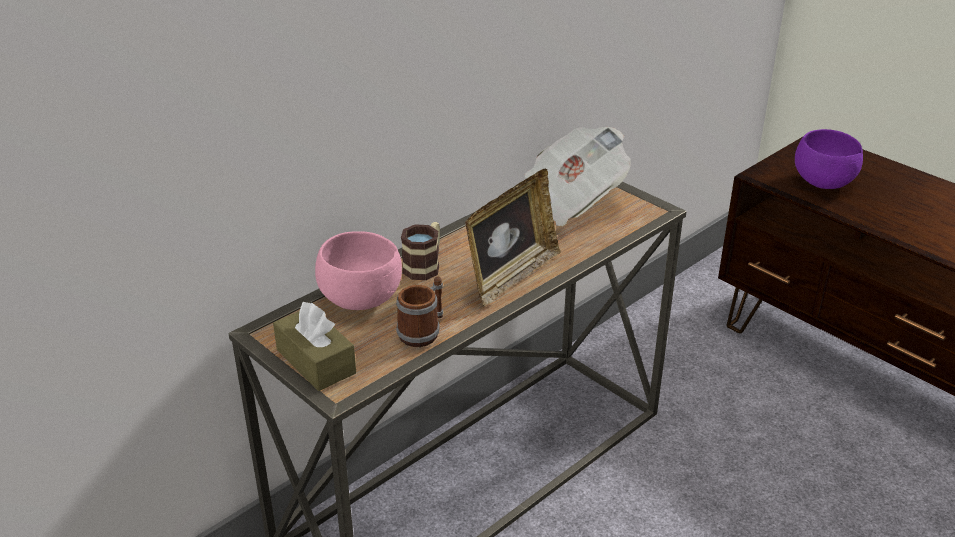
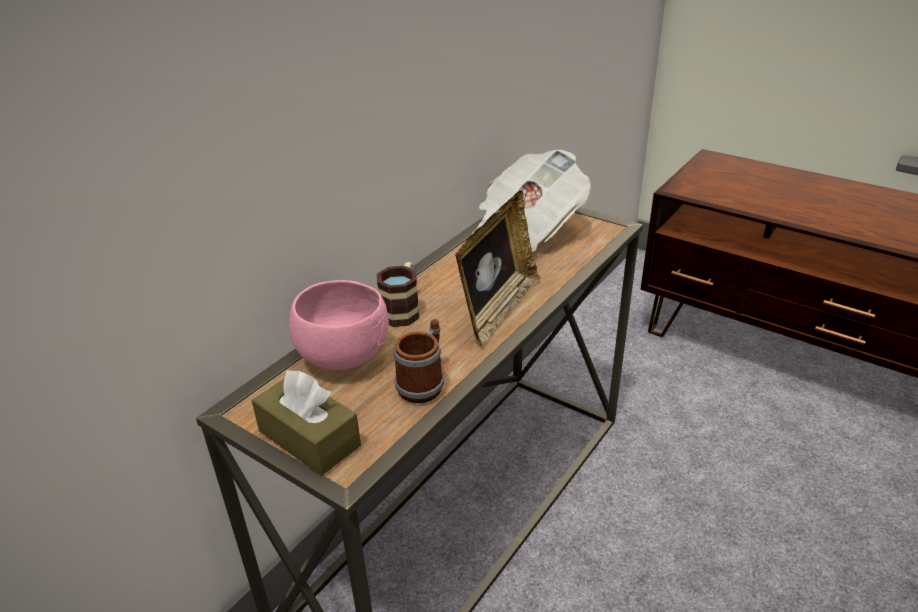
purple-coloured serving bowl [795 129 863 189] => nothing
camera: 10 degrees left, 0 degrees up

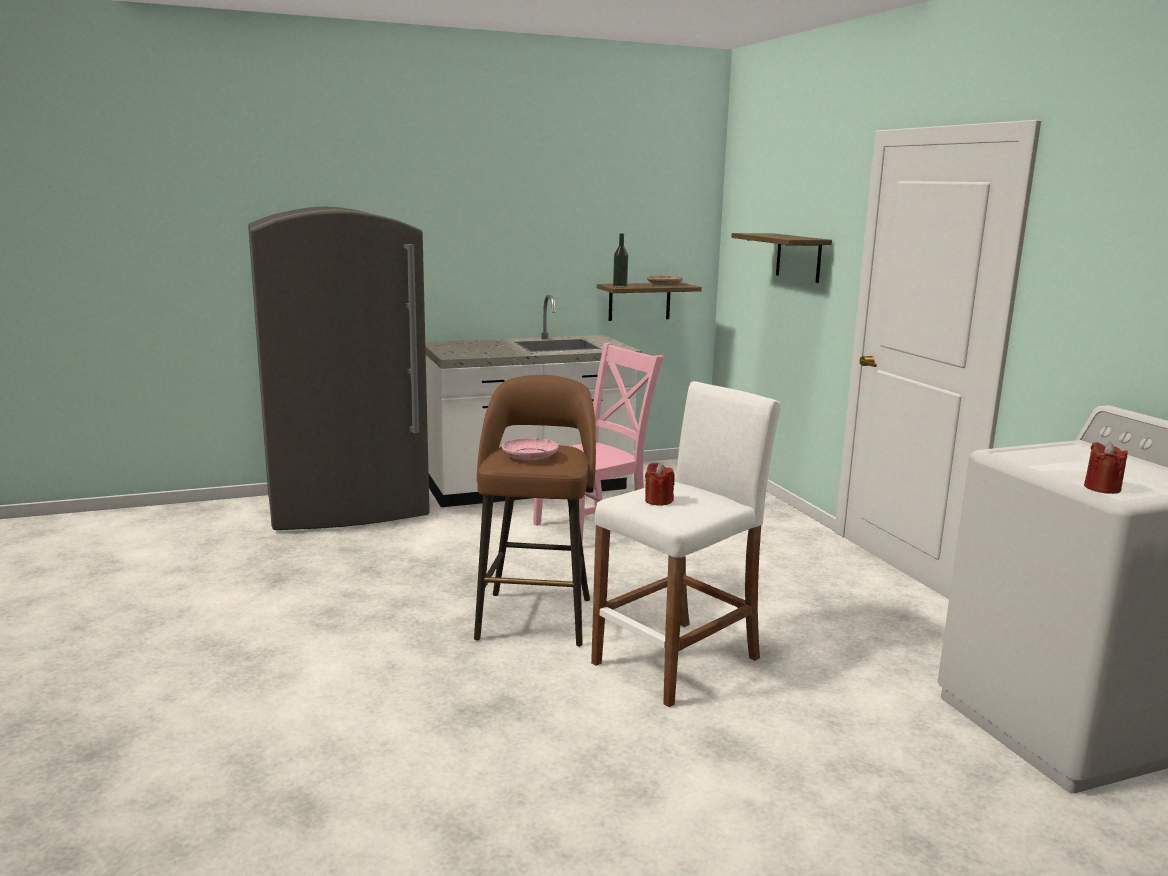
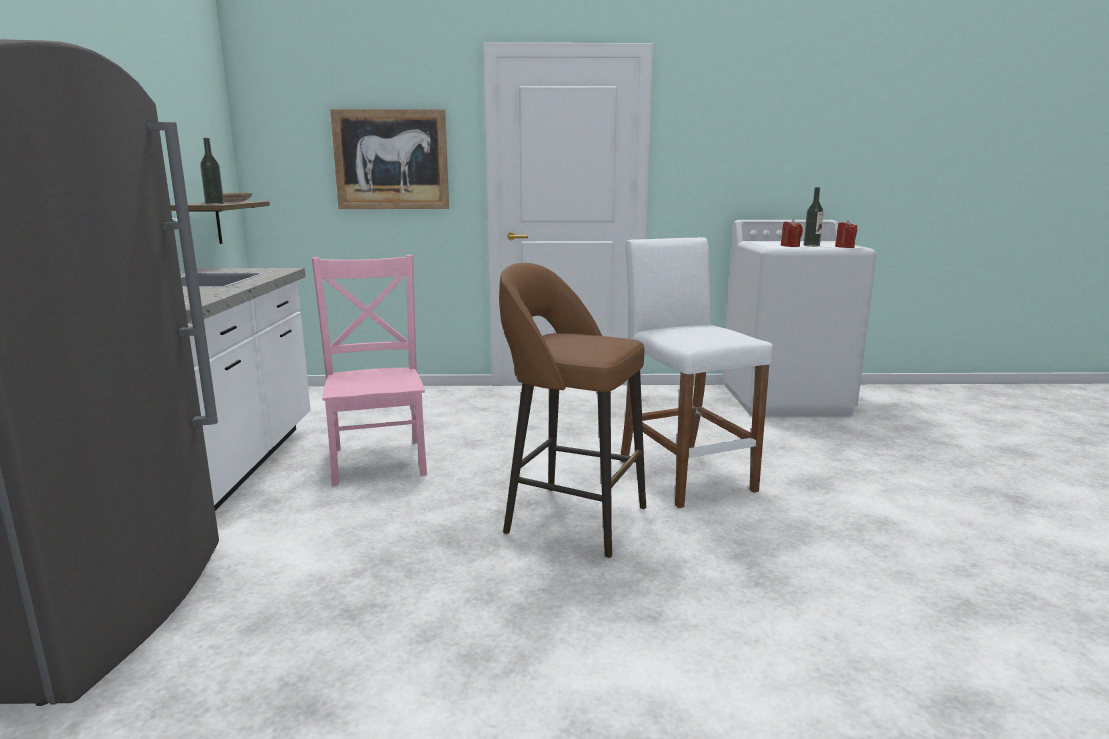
shelf [731 233 832 283] => picture [330 109 449 209]
red candle [645 463 675 506] => red candle [781 220 803 247], move
nothing => drink bottle [804 187 823 247]
pink-coloured plate [502 438 559 460] => nothing
camera: 70 degrees left, 0 degrees up

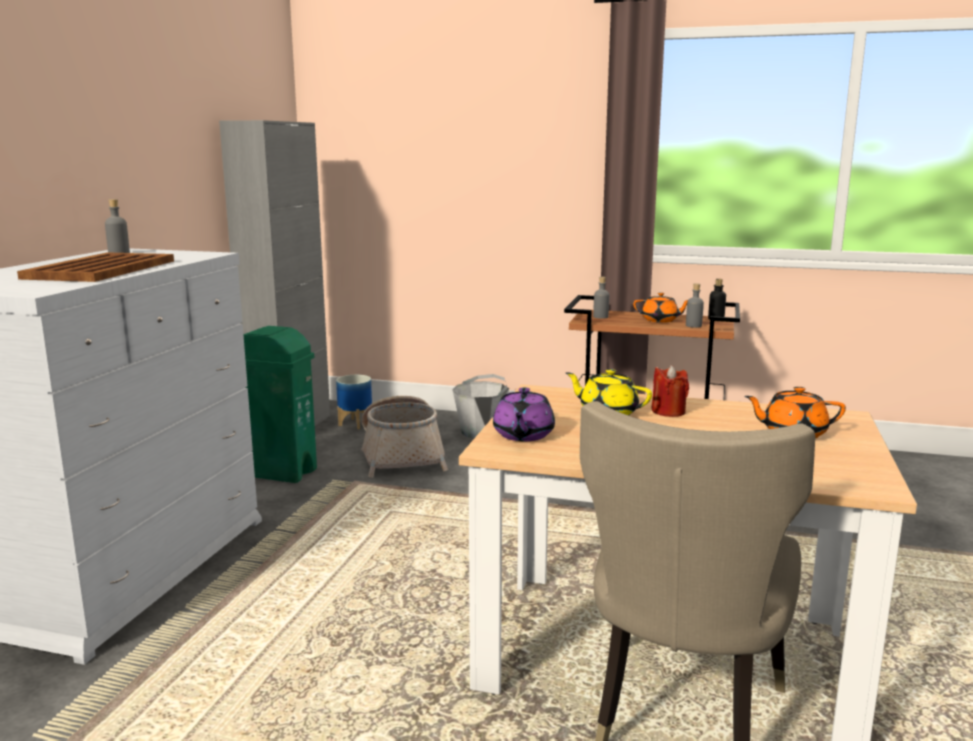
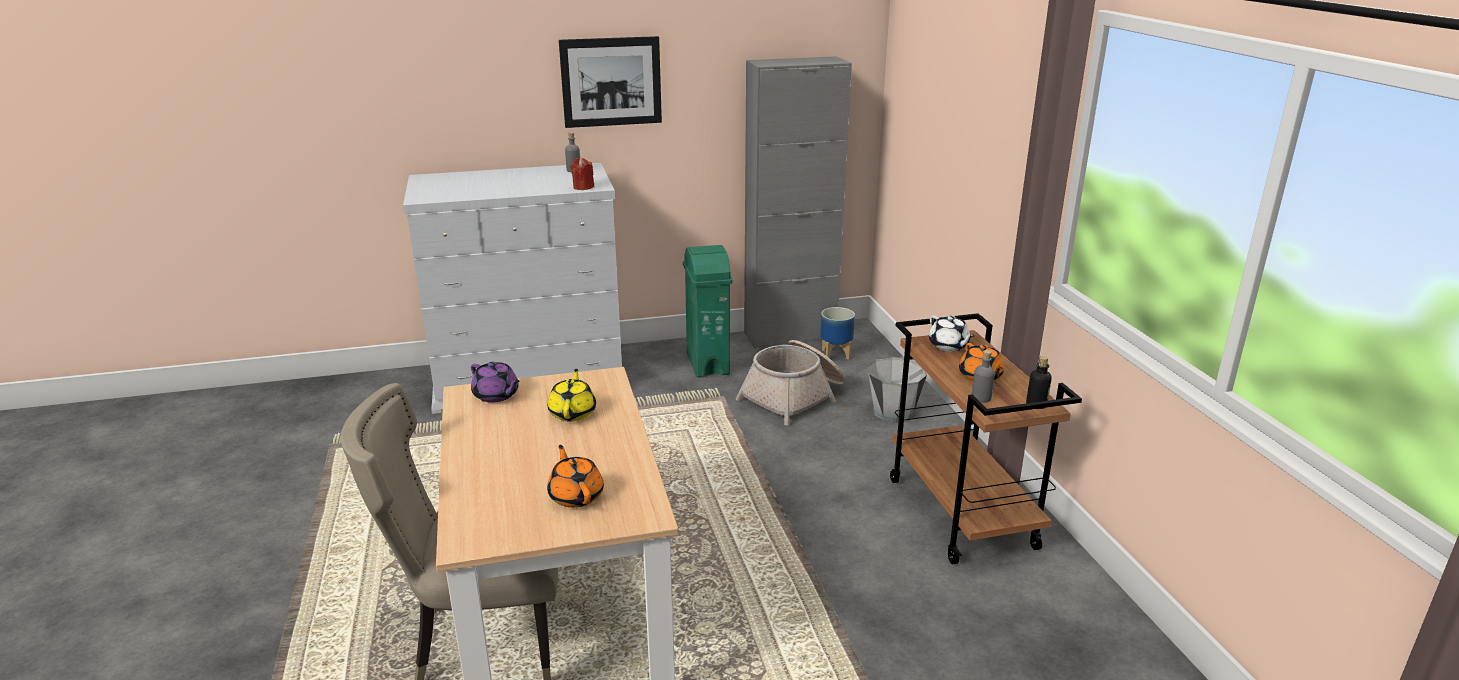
purple-coloured pot for tea [493 387 555 441] => purple-coloured pot for tea [471 362 519 403], 120 degrees counterclockwise
nothing => picture [559 36 662 128]
red candle [652 365 689 417] => red candle [571 158 594 190], move
greyish drink bottle [593 277 609 319] => whitish pot for tea [929 316 975 351]
brownish serving tray [17 252 174 282] => nothing
camera: 60 degrees right, 10 degrees up

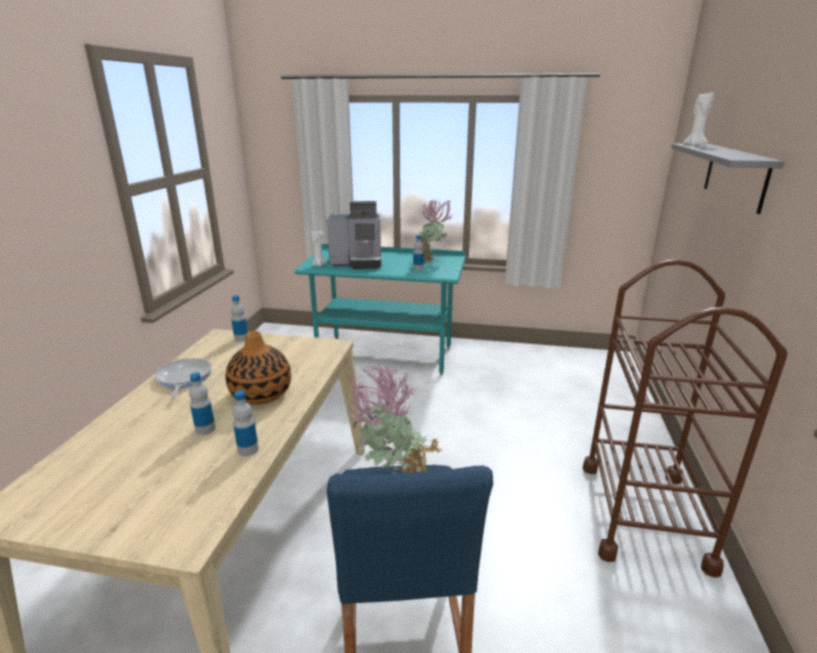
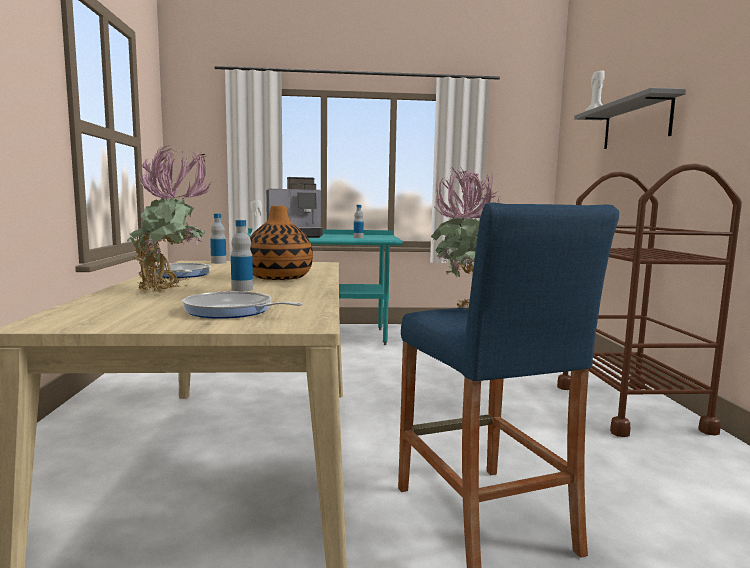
plant in a pot [419 199 453 263] => plant in a pot [127 145 212 293], move
nothing => skillet [182 291 303 319]
drink bottle [233 390 259 456] => nothing
camera: 15 degrees left, 15 degrees down

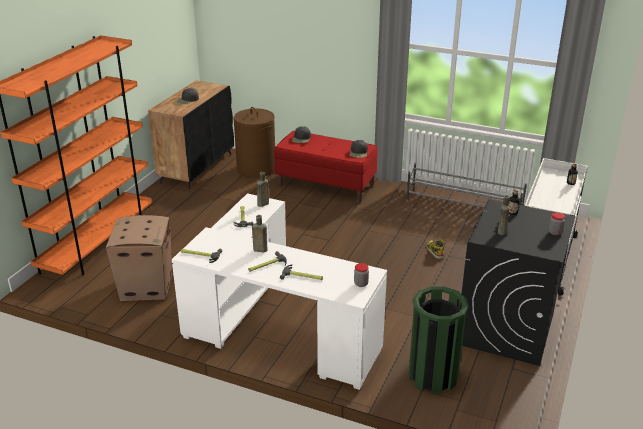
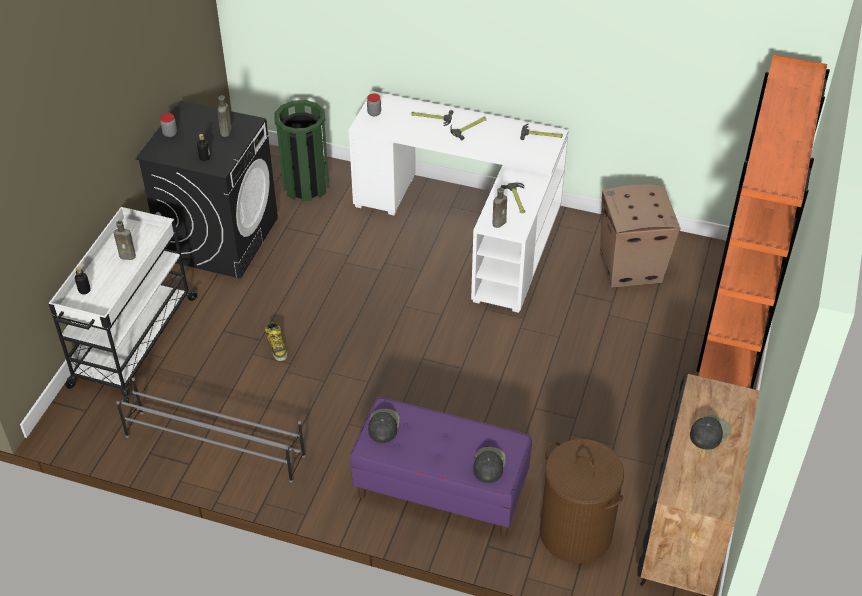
brownish drink bottle [252 215 267 253] => brownish drink bottle [114 220 136 260], move
red bench [274 131 378 202] => purple-coloured bench [350 397 532 537]
camera: 175 degrees right, 15 degrees up

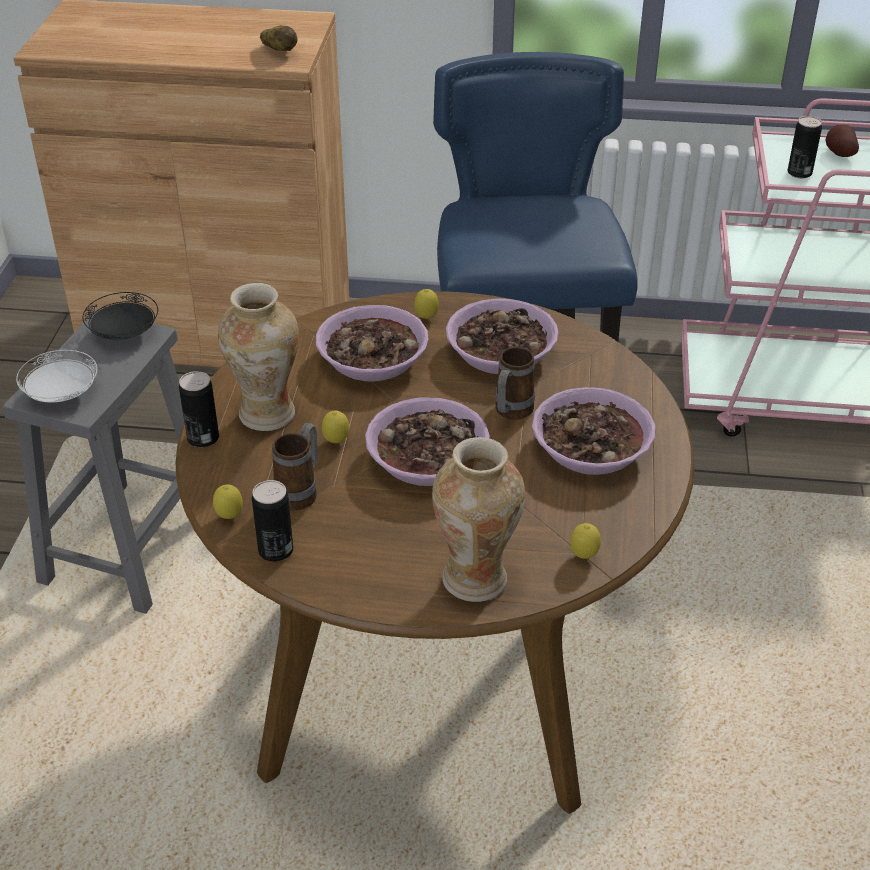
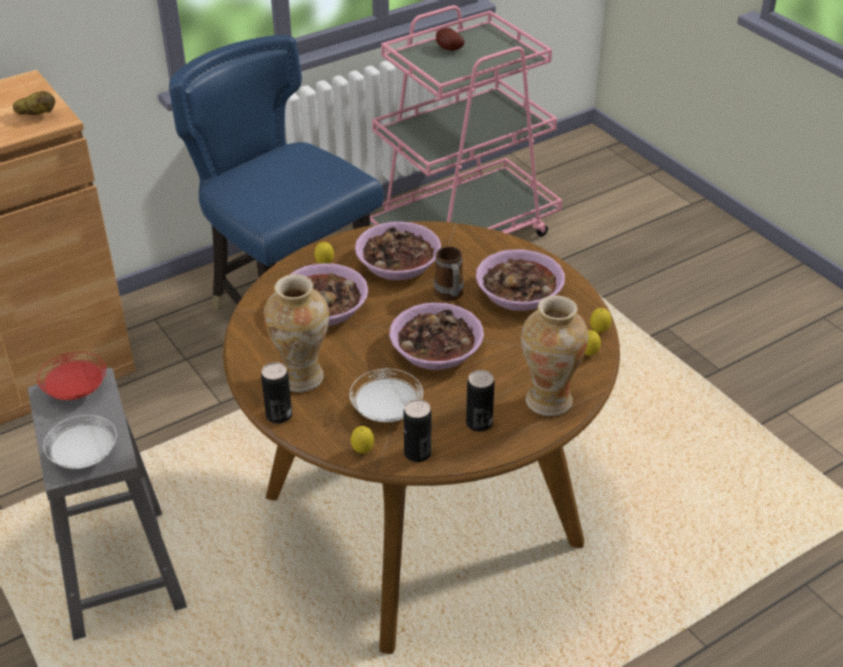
black plate [82 292 158 340] => red plate [37 352 106 400]
coffee mug [272 423 318 511] => whitish plate [350 369 423 422]
metal can [787 116 822 178] => metal can [466 370 495 432], move
citrus fruit [322 411 349 443] => citrus fruit [590 308 611 333], move
camera: 40 degrees left, 0 degrees up

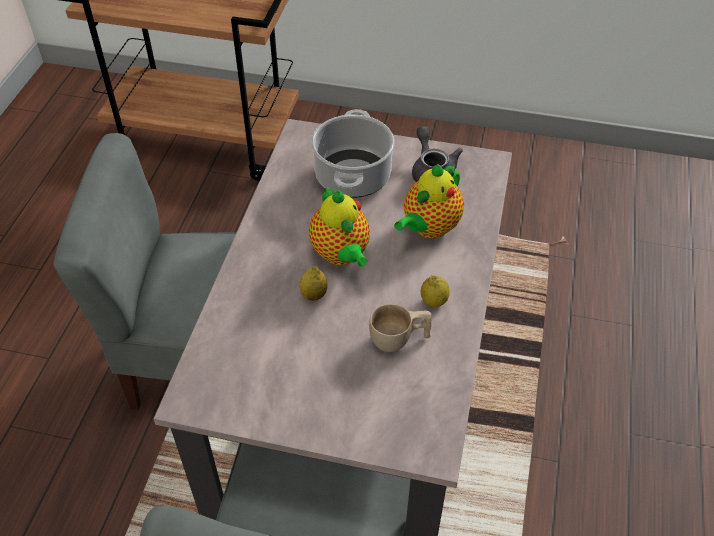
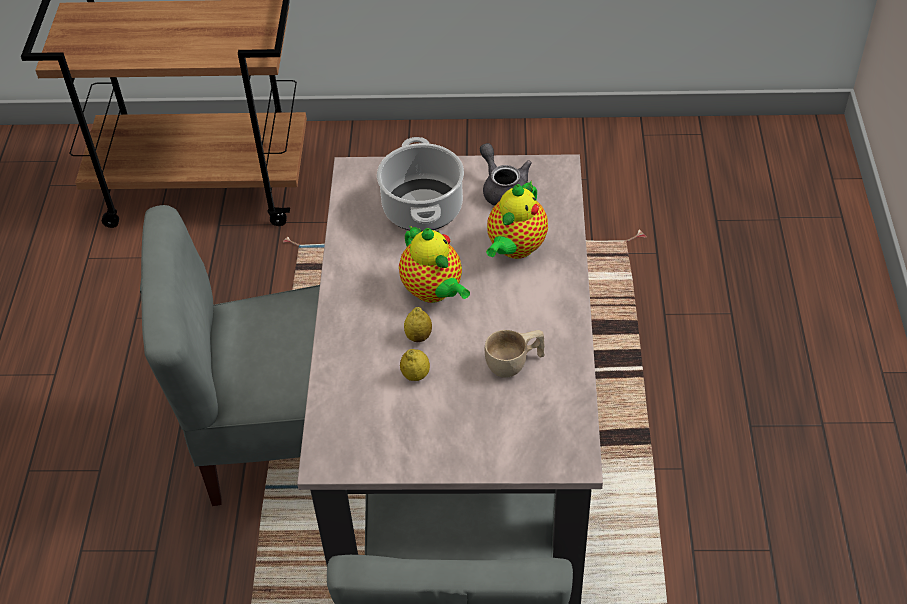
citrus fruit [421 275 450 307] => citrus fruit [400 349 430 381], move
camera: 10 degrees left, 0 degrees up

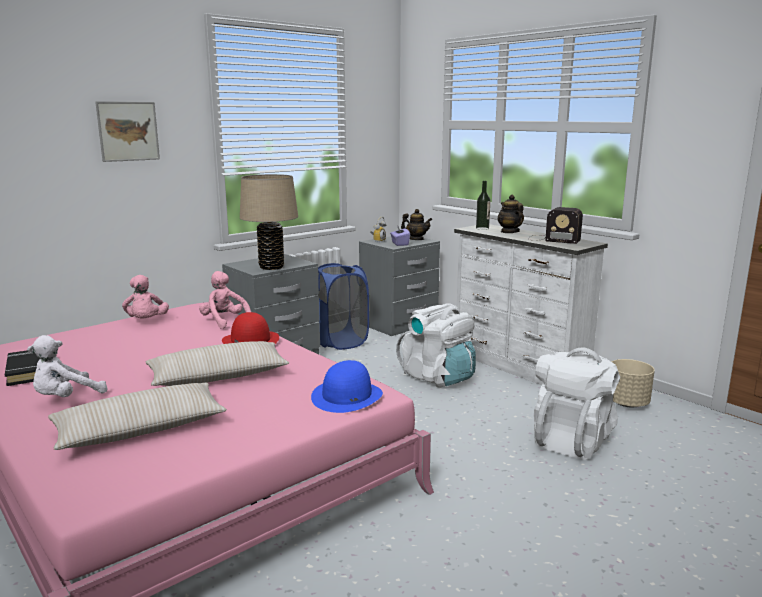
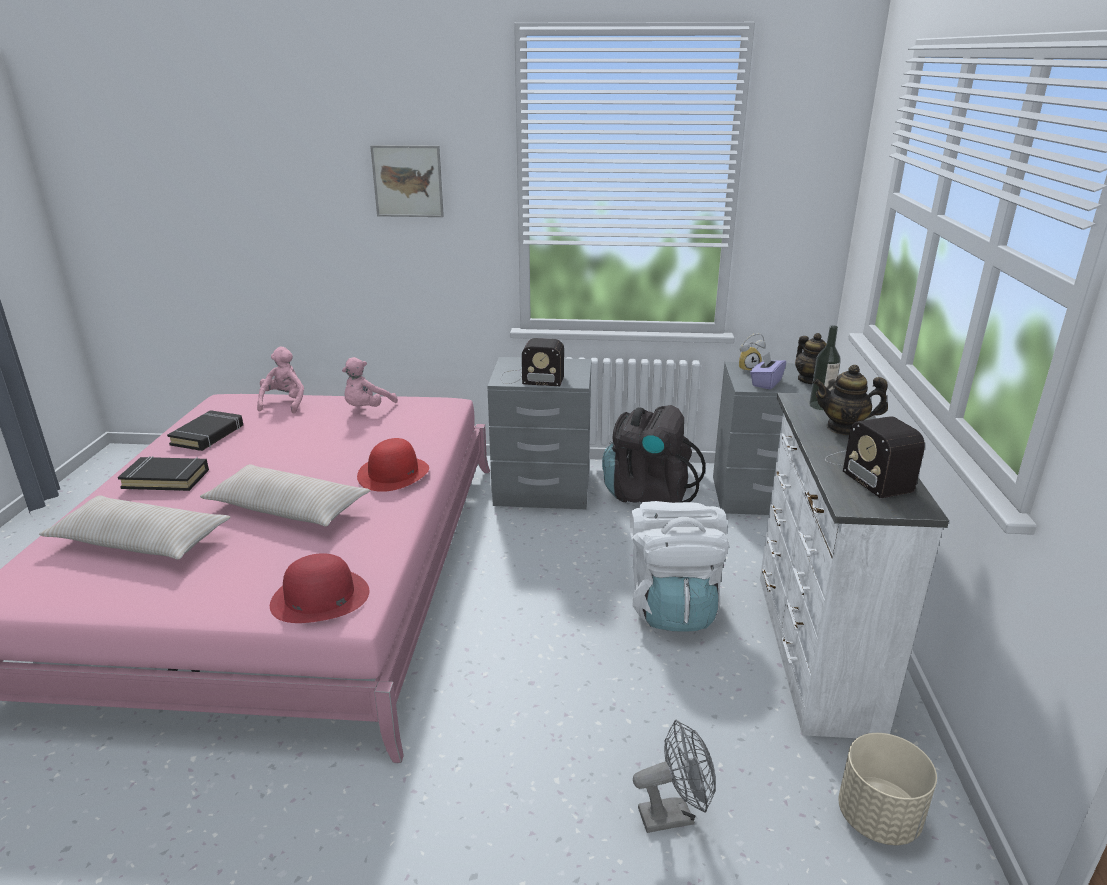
whitish cuddly toy [27 335 108 397] => black volume [118 456 209 491]
pink-coloured cuddly toy [199 271 251 329] => pink-coloured cuddly toy [257 347 304 414], move
bluish wearable hat [311 360 383 413] => red wearable hat [270 553 369 623]
beige-coloured tabletop lamp [240 174 298 270] => radio [501 338 564 386]
bluish hamper [318 263 369 350] => black knapsack [602 405 705 503]
whitish knapsack [534 348 620 460] => greyish cooling fan [633 720 716 833]
pot for tea [498 195 524 233] => pot for tea [813 365 888 435], 105 degrees counterclockwise
camera: 45 degrees right, 10 degrees up

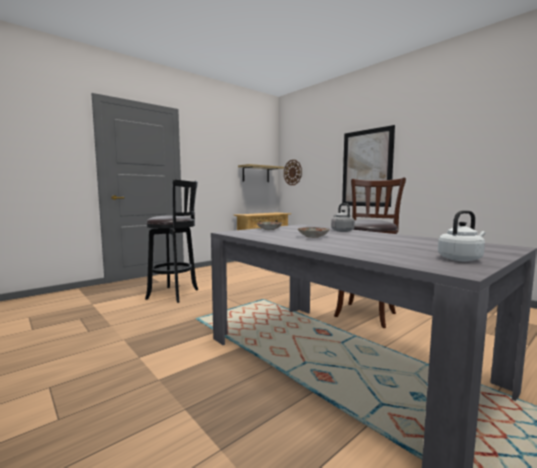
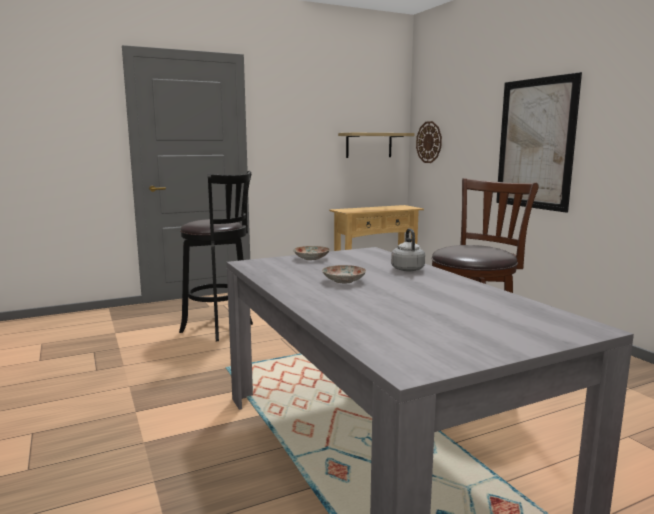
whitish water kettle [438 210 486 261] => nothing
camera: 15 degrees right, 5 degrees up

